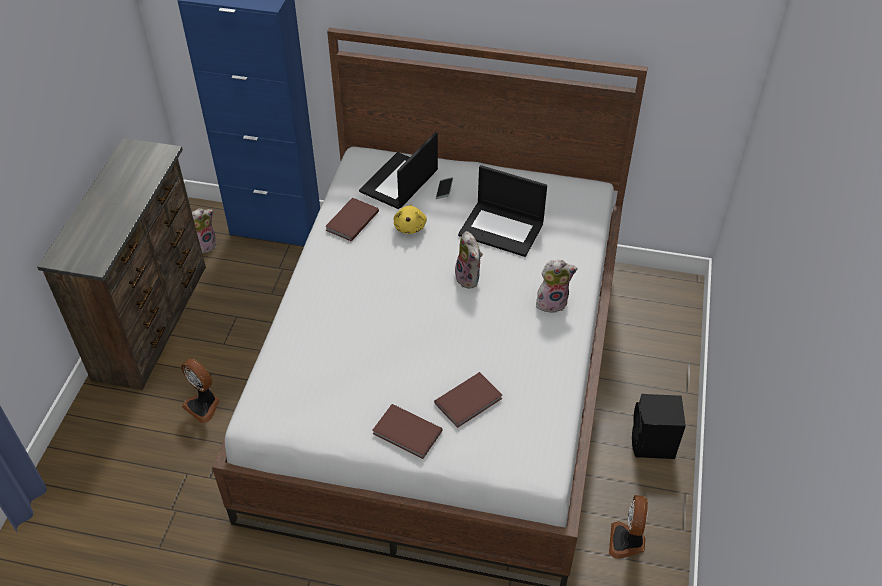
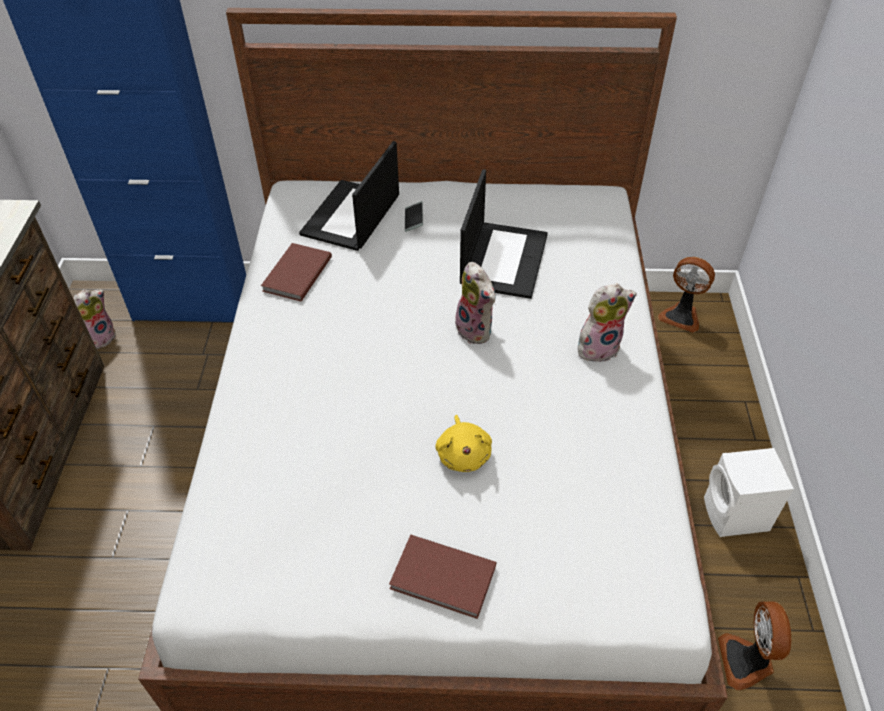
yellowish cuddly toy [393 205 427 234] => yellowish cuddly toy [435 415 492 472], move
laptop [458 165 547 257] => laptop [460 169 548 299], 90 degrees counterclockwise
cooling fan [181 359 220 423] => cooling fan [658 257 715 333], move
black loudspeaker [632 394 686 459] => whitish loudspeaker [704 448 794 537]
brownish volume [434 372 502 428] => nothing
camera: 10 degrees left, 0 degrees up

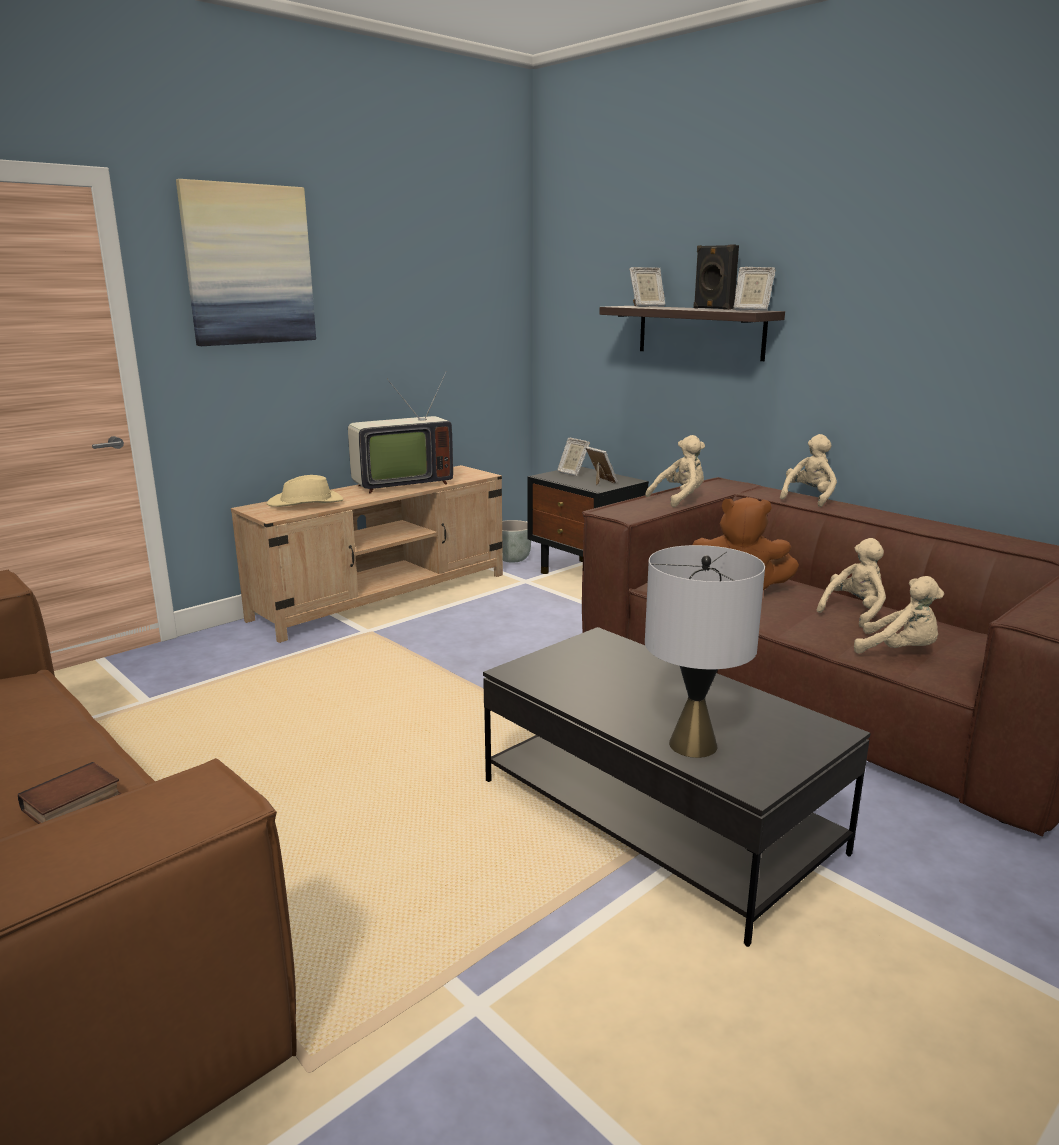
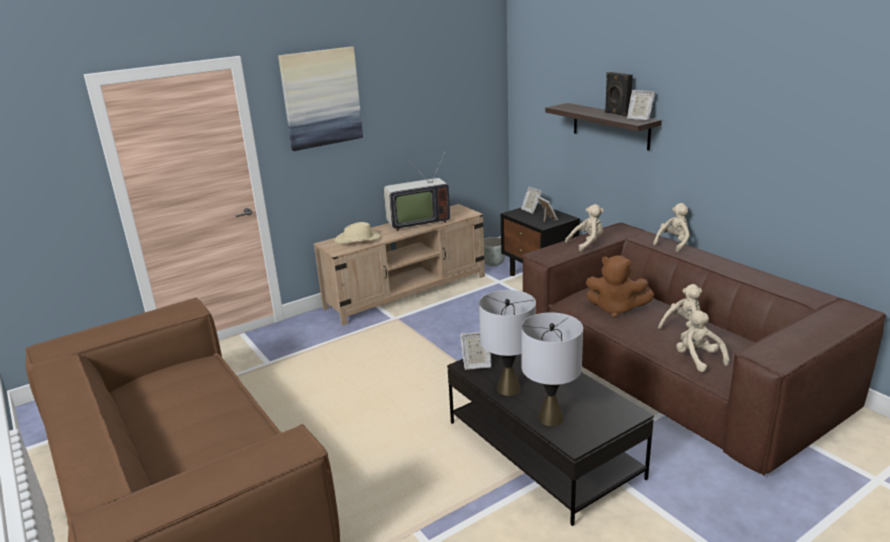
photo frame [629 267 665 307] => photo frame [460 332 491 370], move
nothing => greyish tabletop lamp [479 290 536 396]
beige-coloured cuddly toy [854 576 944 654] => beige-coloured cuddly toy [676 310 730 372], 150 degrees counterclockwise
volume [18 762 121 824] => nothing
camera: 10 degrees right, 5 degrees up

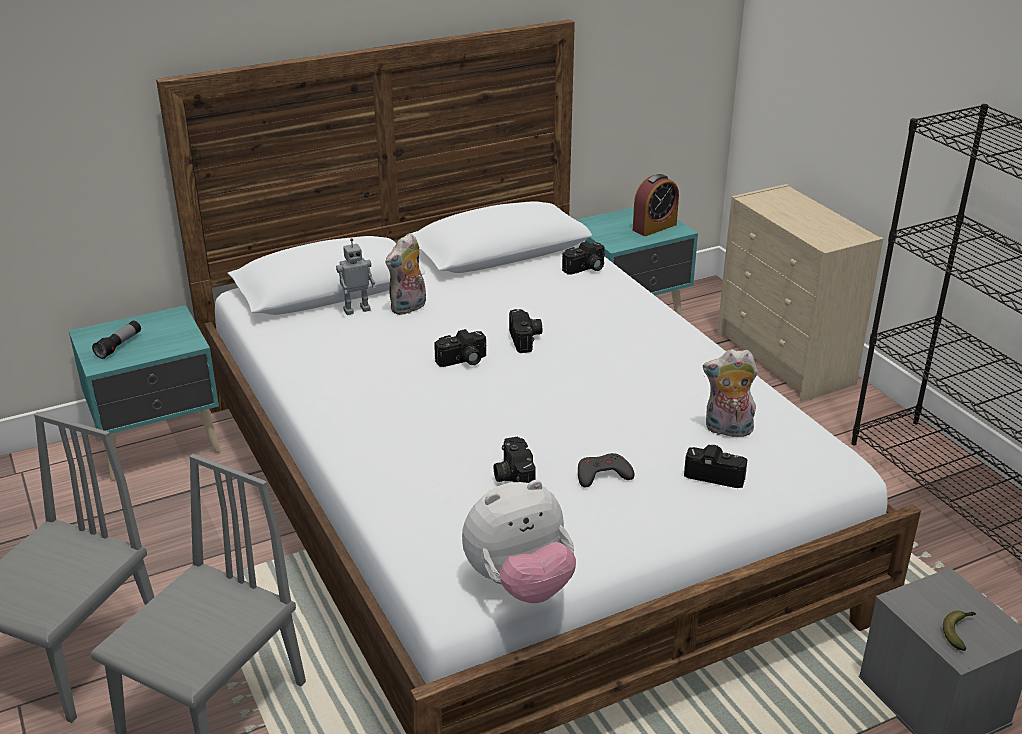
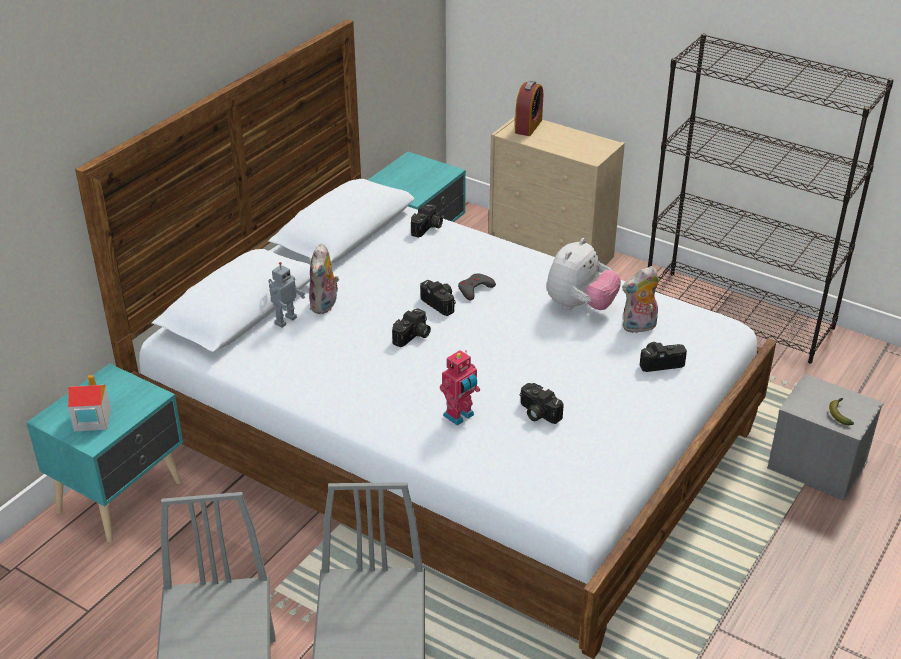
hand torch [92 321 141 359] => miniature house [68 375 111 431]
nothing => robot figure [440 350 480 426]
greyish joypad [578 453 635 487] => greyish joypad [458 273 496 301], move
table clock [633 174 679 236] => table clock [515 81 543 136], move
cuddly toy [462 480 576 603] => cuddly toy [547 238 621 310], move
camera: 30 degrees left, 5 degrees up

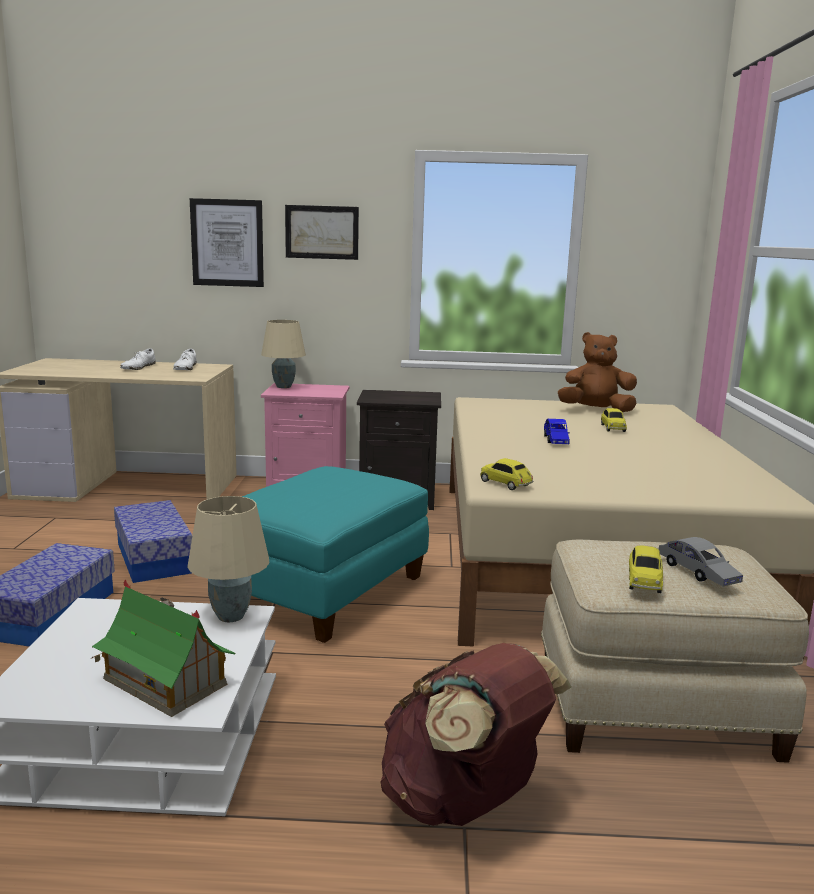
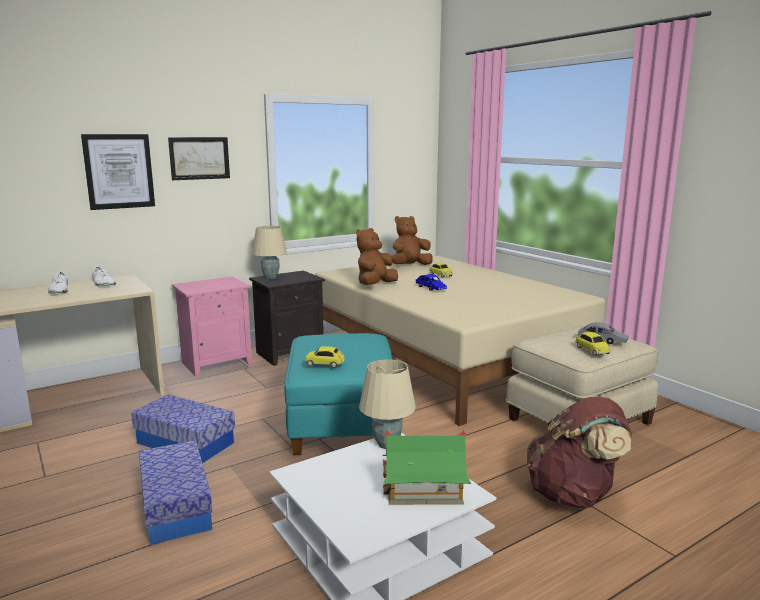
beige-coloured tabletop lamp [261 320 306 388] => beige-coloured tabletop lamp [252 226 287 279], move
miniature car [480 458 533 490] => miniature car [305 346 345 368], move
nothing => brownish cuddly toy [356 228 398 285]
camera: 35 degrees left, 0 degrees up

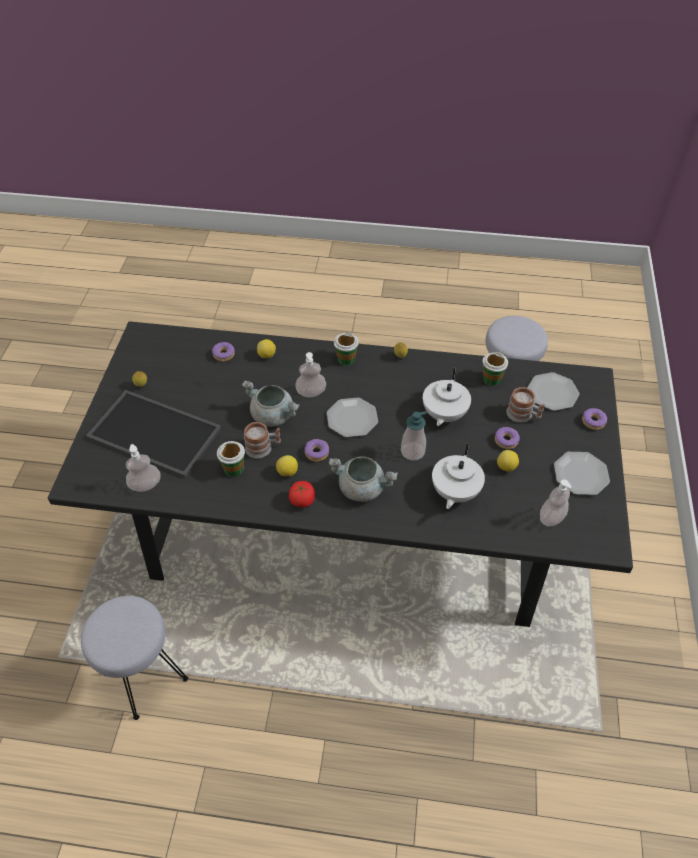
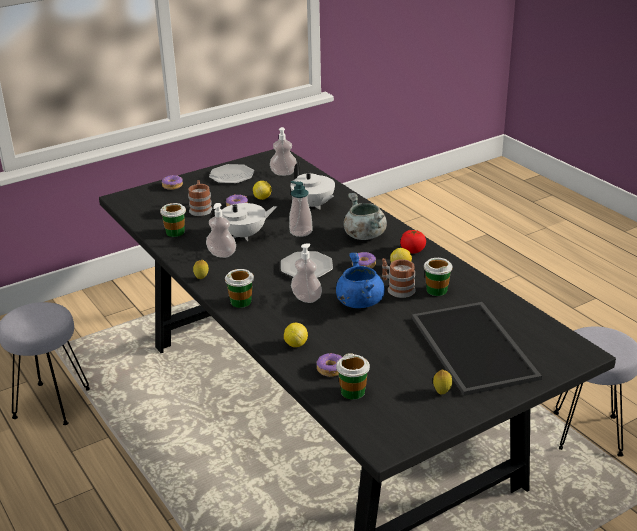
liquid soap bottle [126 444 161 492] => liquid soap bottle [206 203 236 258], move
whitish pot for tea [432 443 485 509] => whitish pot for tea [290 162 335 210], 75 degrees clockwise
greyish saucepot [242 381 300 427] => bluish saucepot [336 253 385 308]
nothing => small cup [336 353 370 400]
plate [527 372 580 411] => nothing
camera: 130 degrees left, 20 degrees down

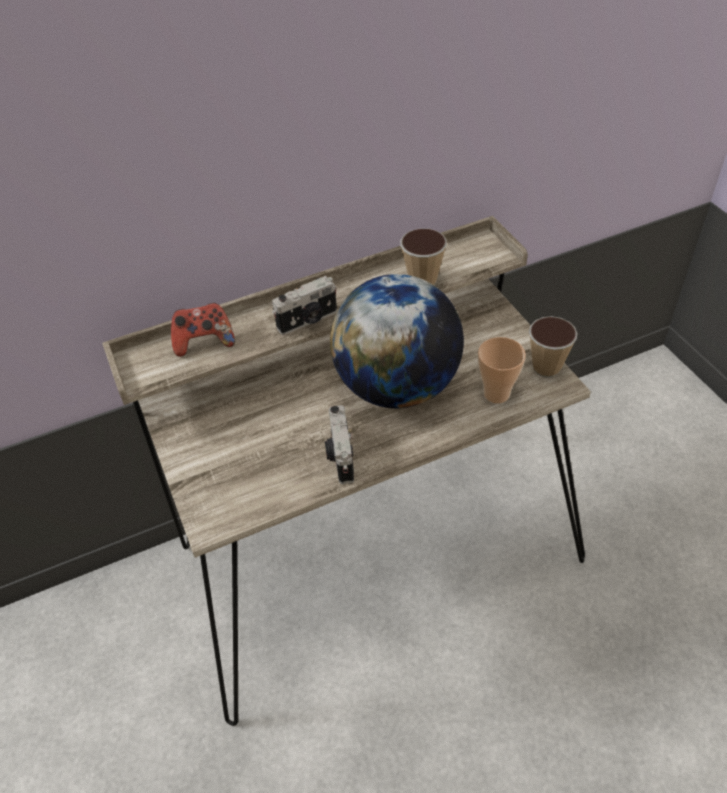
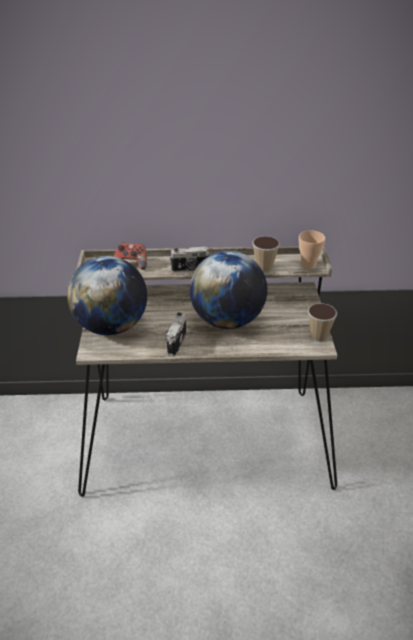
nothing => globe [67 256 147 335]
small cup [478 337 526 403] => small cup [299 230 325 269], move
camera: 20 degrees right, 10 degrees down

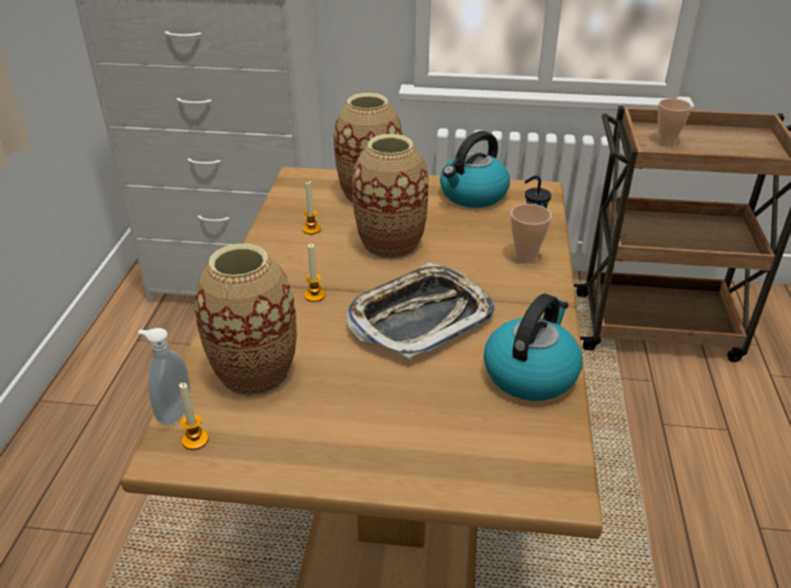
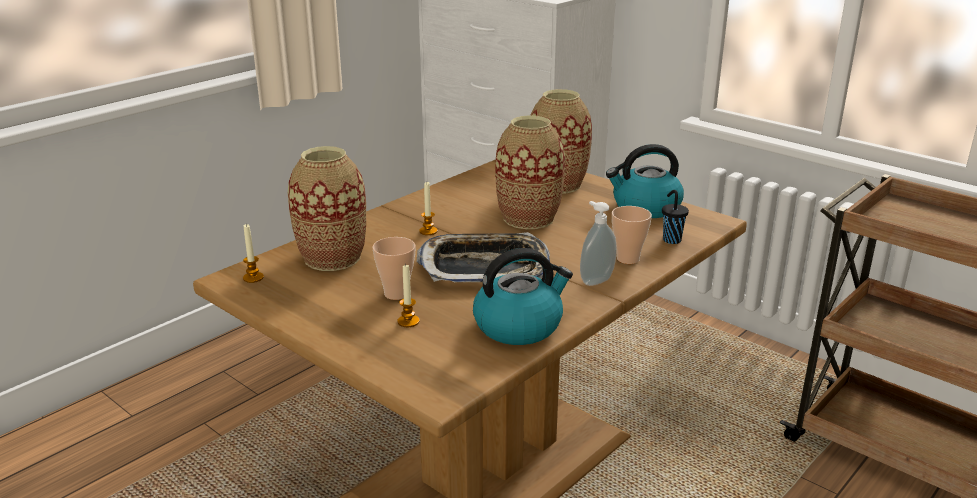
small cup [657 98 692 146] => small cup [372 237 416 300], move
candle [302 181 321 234] => candle [397 264 419 327], move
liquid soap bottle [138 328 190 425] => liquid soap bottle [580 201 616 286], move
camera: 35 degrees right, 10 degrees down

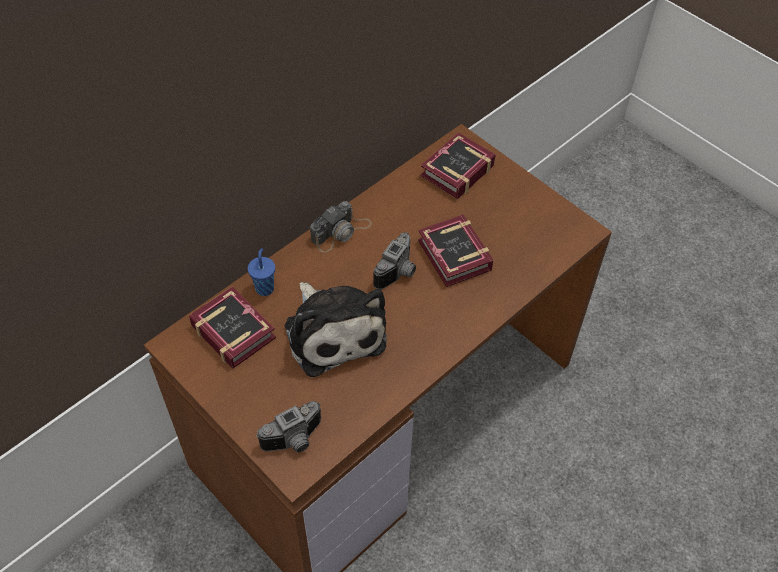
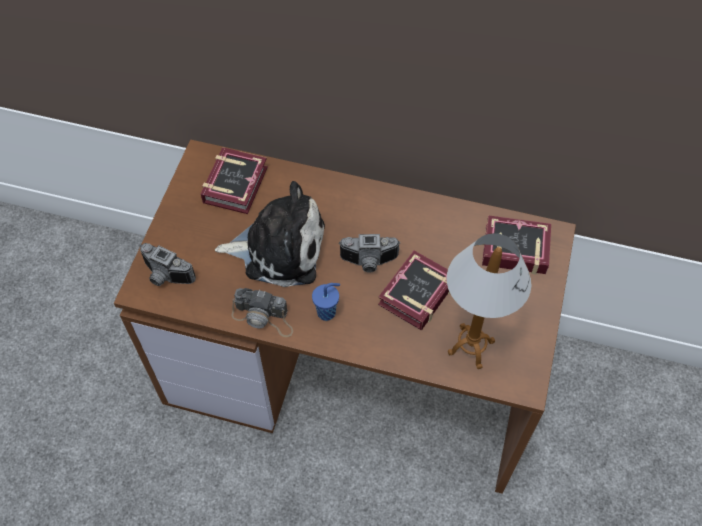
cuddly toy [284 282 387 377] => cuddly toy [215 181 325 287], 120 degrees counterclockwise
still camera [310 201 372 253] => still camera [232 288 293 337], move
bluish small cup [248 248 275 296] => bluish small cup [312 283 340 321], move
nothing => tabletop lamp [447 233 531 369]
camera: 60 degrees right, 5 degrees up

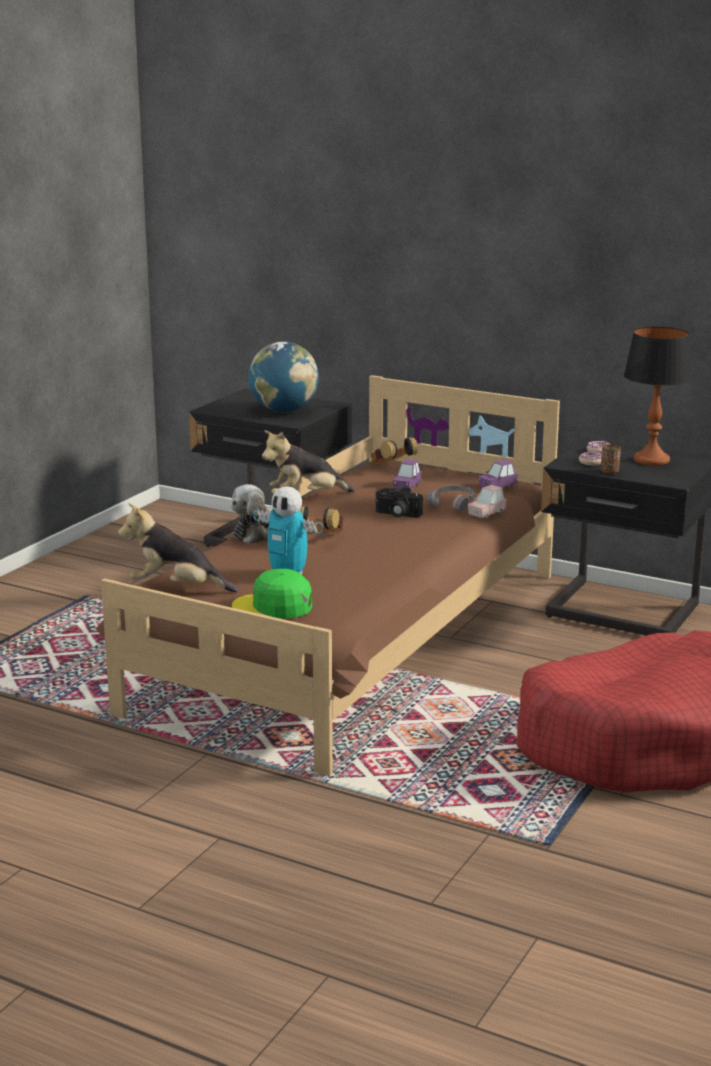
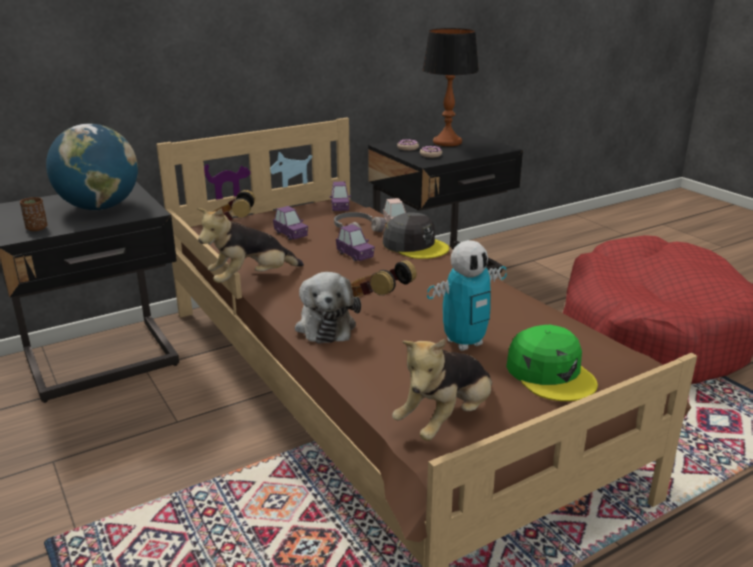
brownish small cup [601 444 621 474] => brownish small cup [20 197 47 231], move
cuddly toy [262 430 355 494] => cuddly toy [197 208 304 283], 45 degrees clockwise
still camera [375 487 423 518] => purple-coloured miniature car [336 225 375 262]
nothing => greyish peaked cap [383 213 450 259]
green-coloured peaked cap [232 569 312 619] => green-coloured peaked cap [506 325 598 401], 60 degrees counterclockwise
camera: 60 degrees left, 5 degrees up

